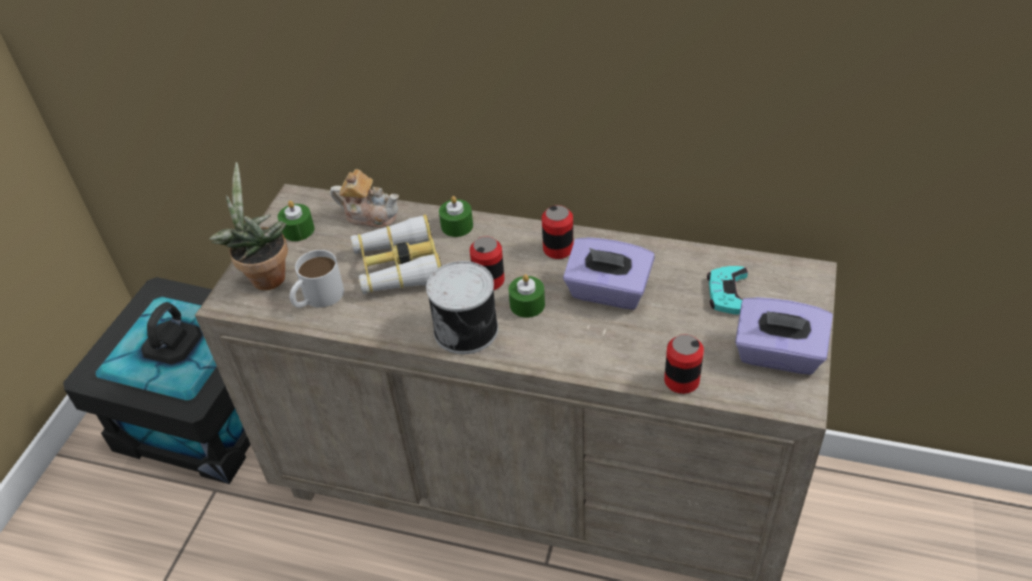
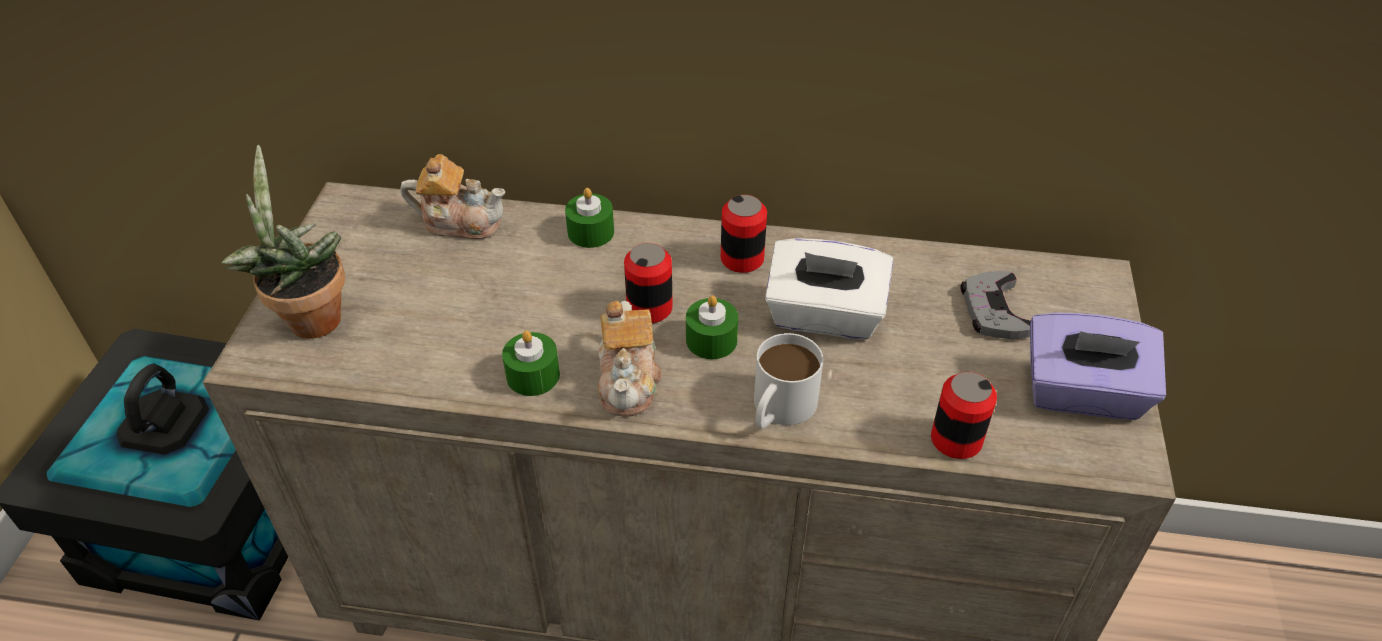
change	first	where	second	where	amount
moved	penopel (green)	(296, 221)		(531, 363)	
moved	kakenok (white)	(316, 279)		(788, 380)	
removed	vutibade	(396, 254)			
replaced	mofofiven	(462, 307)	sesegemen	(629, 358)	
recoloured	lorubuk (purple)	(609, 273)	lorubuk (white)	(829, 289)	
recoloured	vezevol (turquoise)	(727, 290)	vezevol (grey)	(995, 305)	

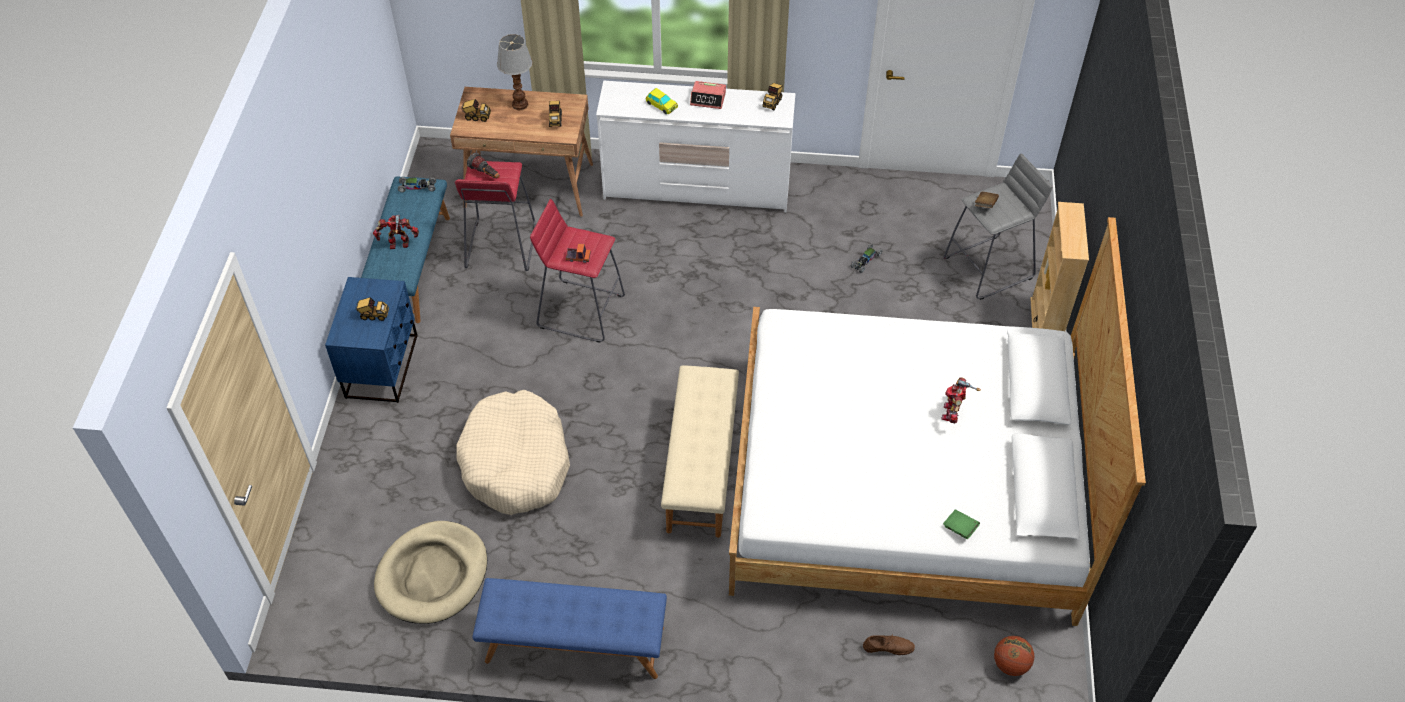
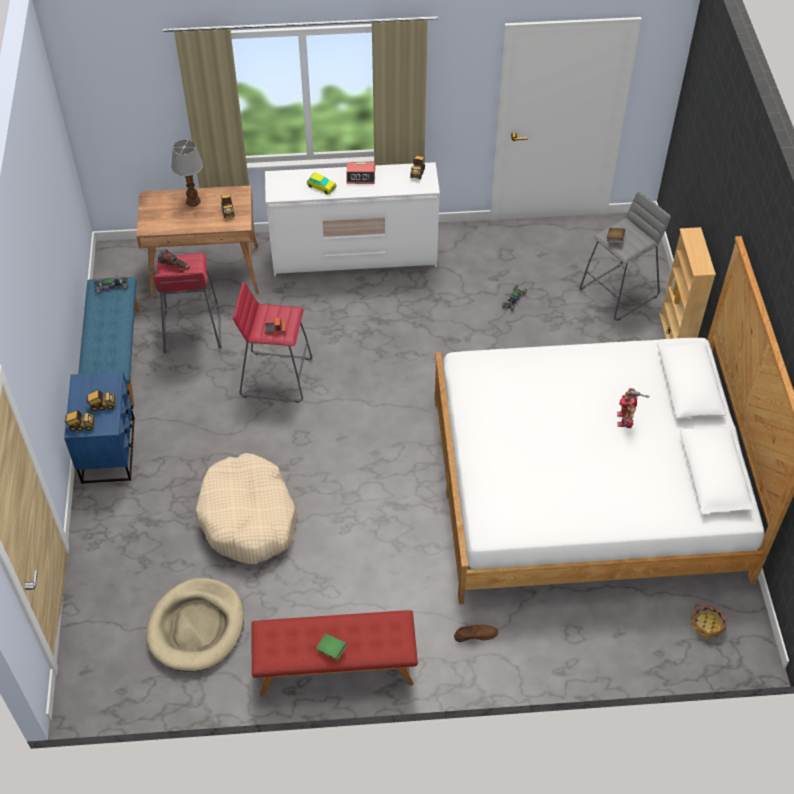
change	first	where	second	where	amount
removed	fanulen	(396, 232)			
moved	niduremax	(476, 110)		(80, 420)	
recoloured	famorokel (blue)	(569, 628)	famorokel (red)	(334, 653)	
removed	famorokel (beige)	(700, 451)			
moved	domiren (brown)	(889, 645)		(476, 633)	
moved	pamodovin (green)	(961, 524)		(331, 647)	
replaced	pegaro	(1014, 656)	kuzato	(709, 622)	

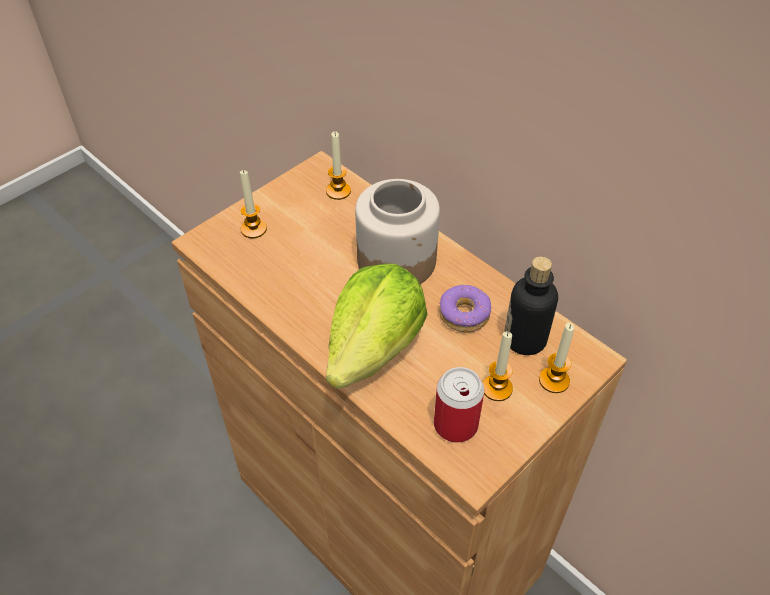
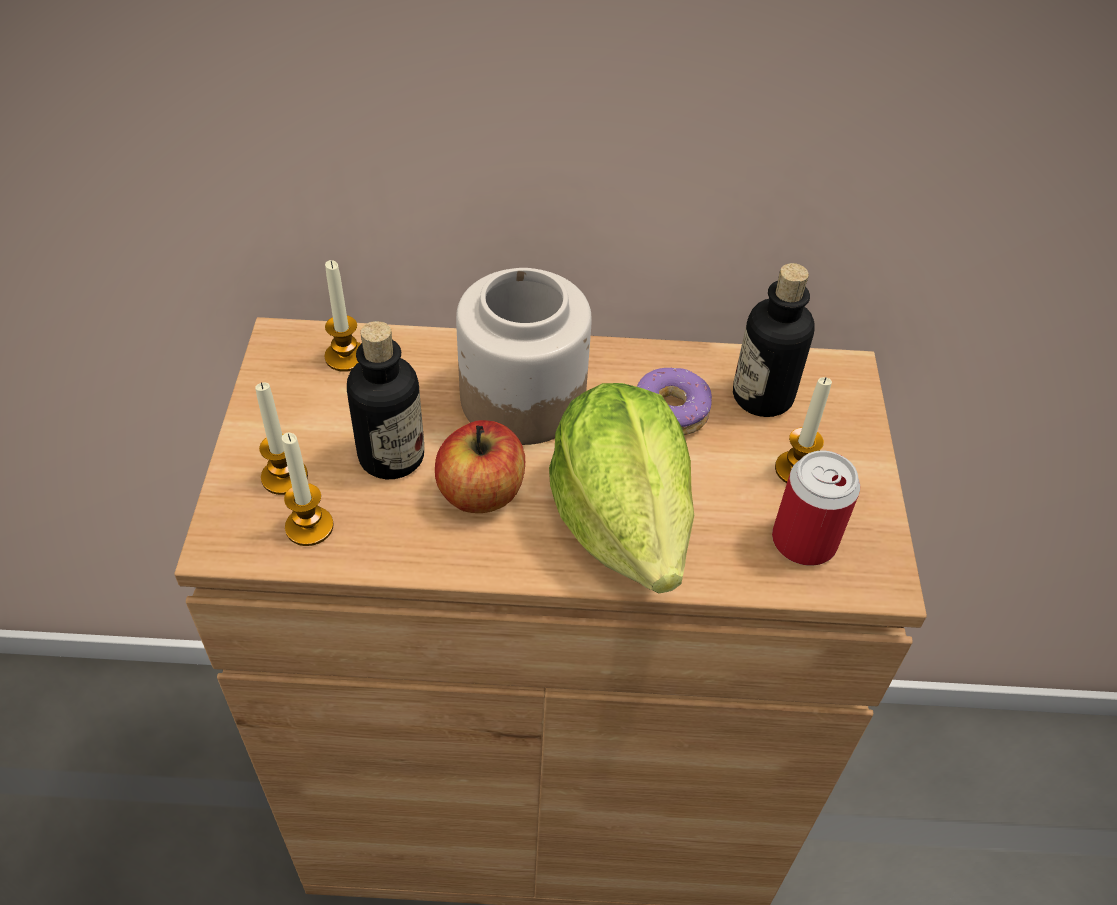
change	first	where	second	where	amount
moved	penopel	(556, 358)		(307, 489)	
added			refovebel	(385, 400)	
added			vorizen	(480, 466)	

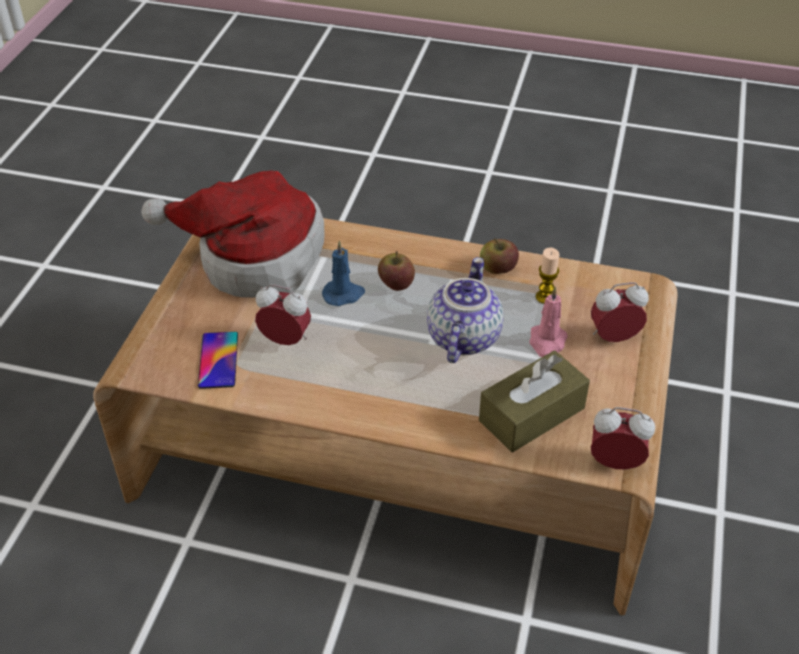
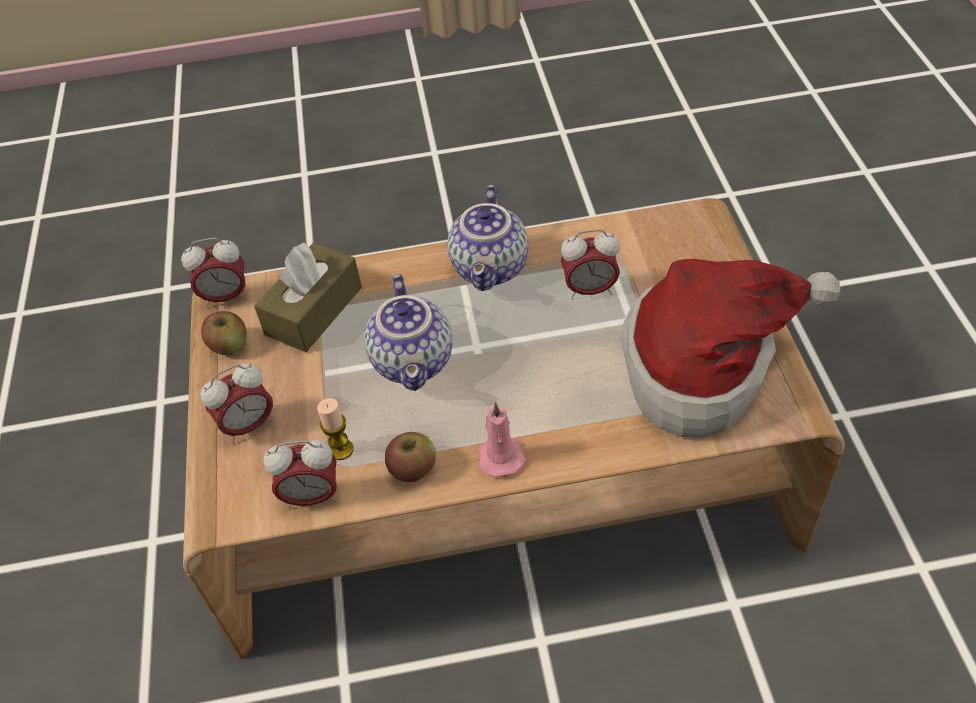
change	first	where	second	where	amount
removed	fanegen	(218, 360)			
removed	penopel (blue)	(343, 273)			
moved	vorizen	(396, 271)		(224, 333)	
moved	penopel (pink)	(549, 321)		(502, 440)	
added			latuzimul	(300, 474)	
added			sesegemen	(488, 238)	

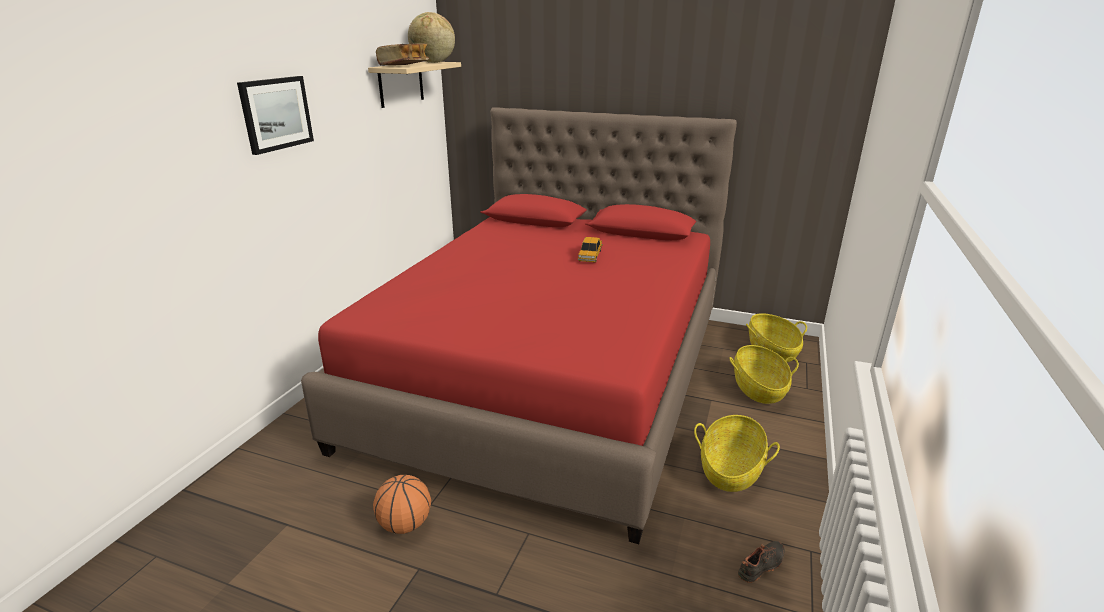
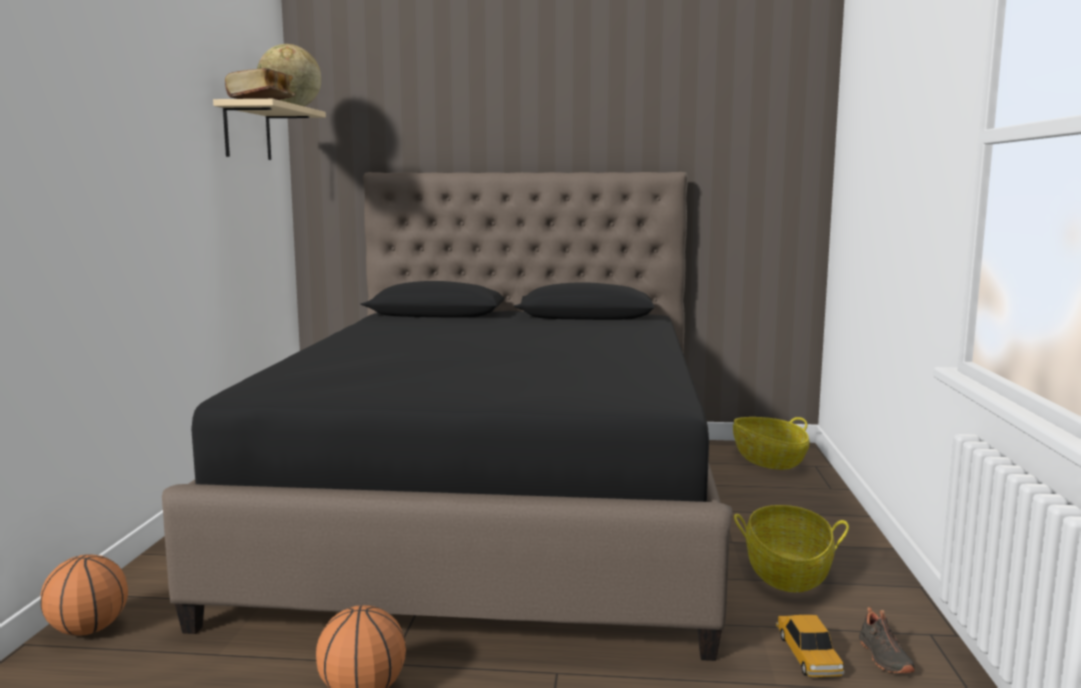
change	first	where	second	where	amount
removed	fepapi	(275, 115)			
recoloured	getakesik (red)	(519, 325)	getakesik (black)	(447, 416)	
moved	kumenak	(590, 250)		(810, 646)	
removed	kuzato	(764, 374)			
turned	domiren (black)	(761, 562)		(887, 640)	135 degrees clockwise
added			pegaro	(84, 595)	

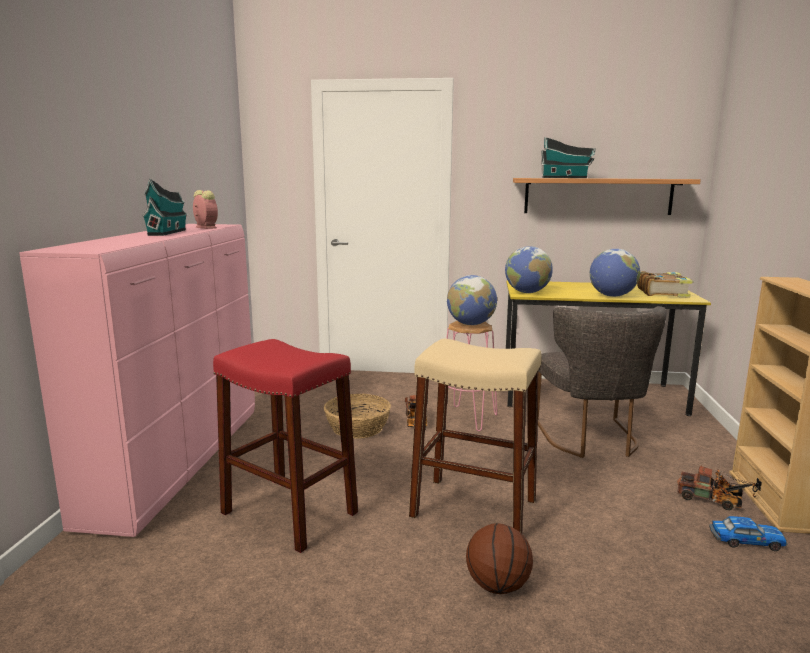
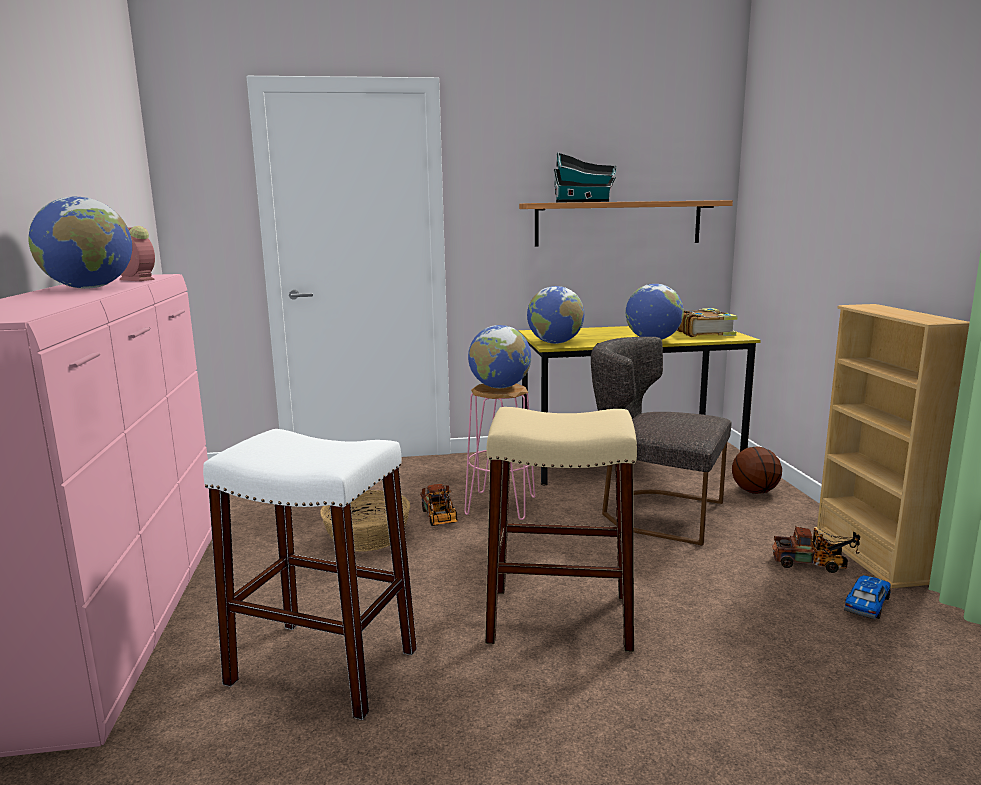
change	first	where	second	where	amount
replaced	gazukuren	(165, 207)	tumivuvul	(80, 243)	
recoloured	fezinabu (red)	(285, 446)	fezinabu (white)	(310, 574)	
moved	pegaro	(499, 558)		(757, 470)	
turned	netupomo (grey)	(601, 382)		(661, 441)	135 degrees clockwise
turned	kumenak	(748, 533)		(867, 597)	45 degrees counterclockwise

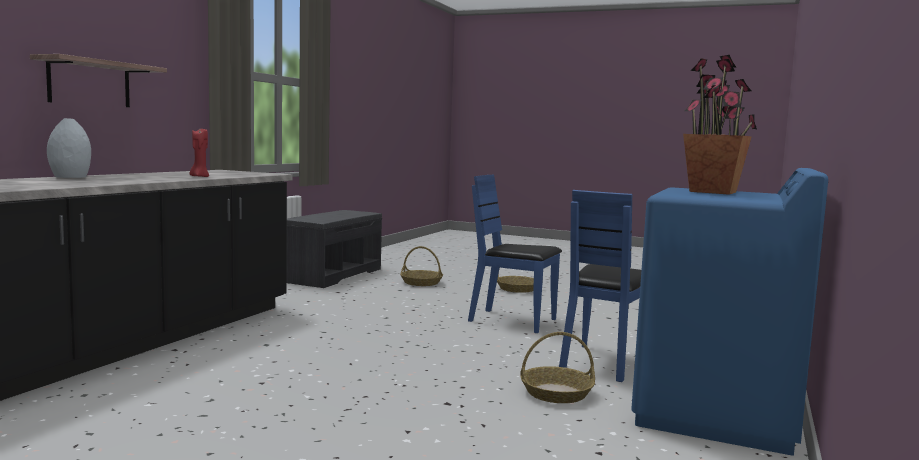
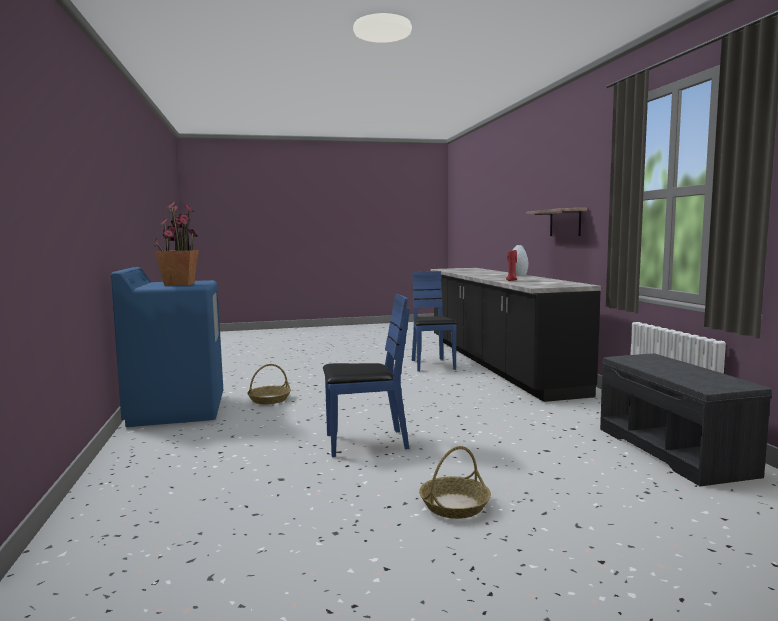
change	first	where	second	where	amount
removed	kuzato	(421, 266)			
moved	netupomo (blue)	(600, 286)		(435, 321)	

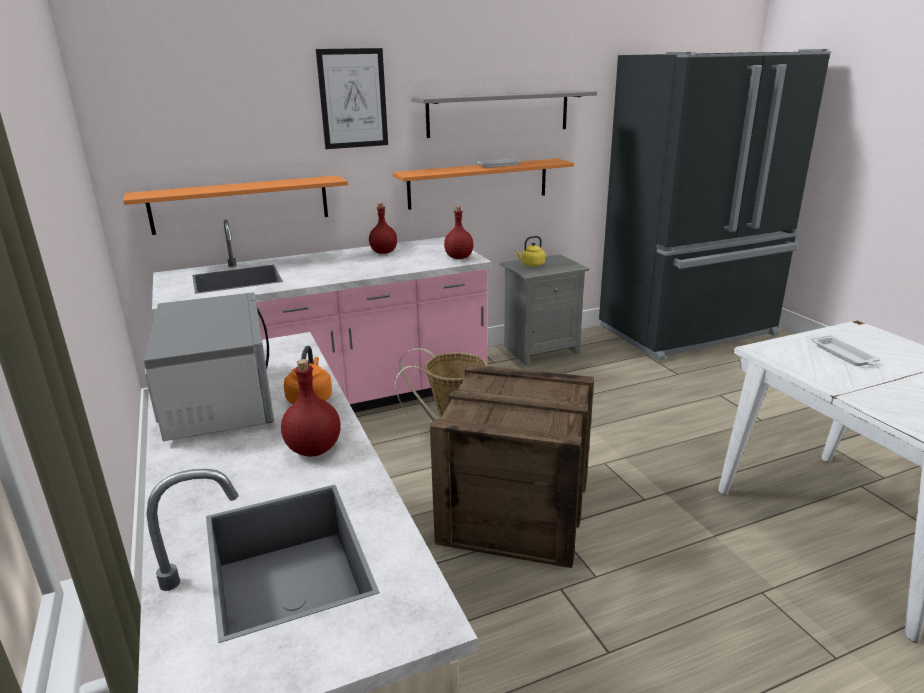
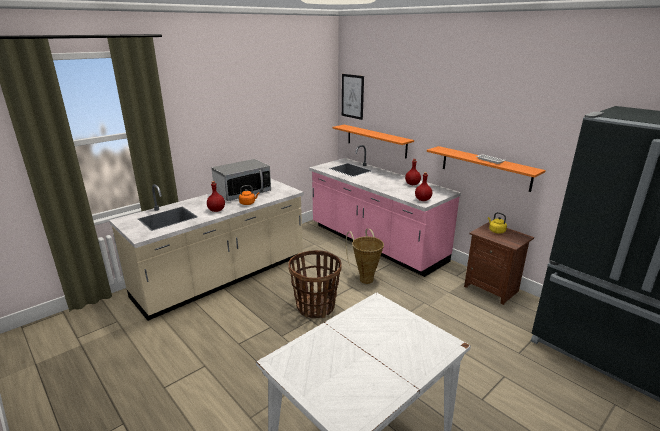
change	first	where	second	where	amount
moved	fepapi	(352, 98)		(353, 97)	
removed	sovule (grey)	(504, 114)			
replaced	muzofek	(512, 466)	kuzato	(315, 284)	
recoloured	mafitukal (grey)	(544, 309)	mafitukal (brown)	(499, 263)	
removed	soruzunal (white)	(845, 350)			

